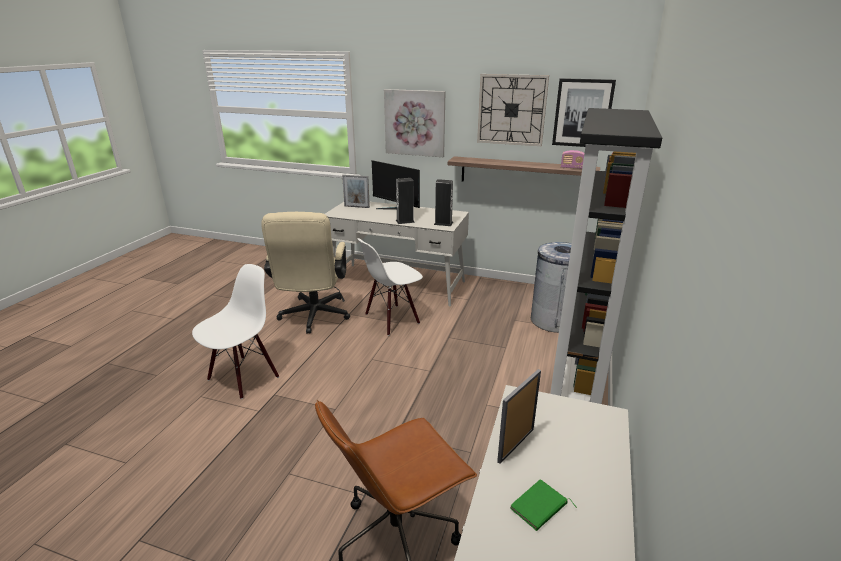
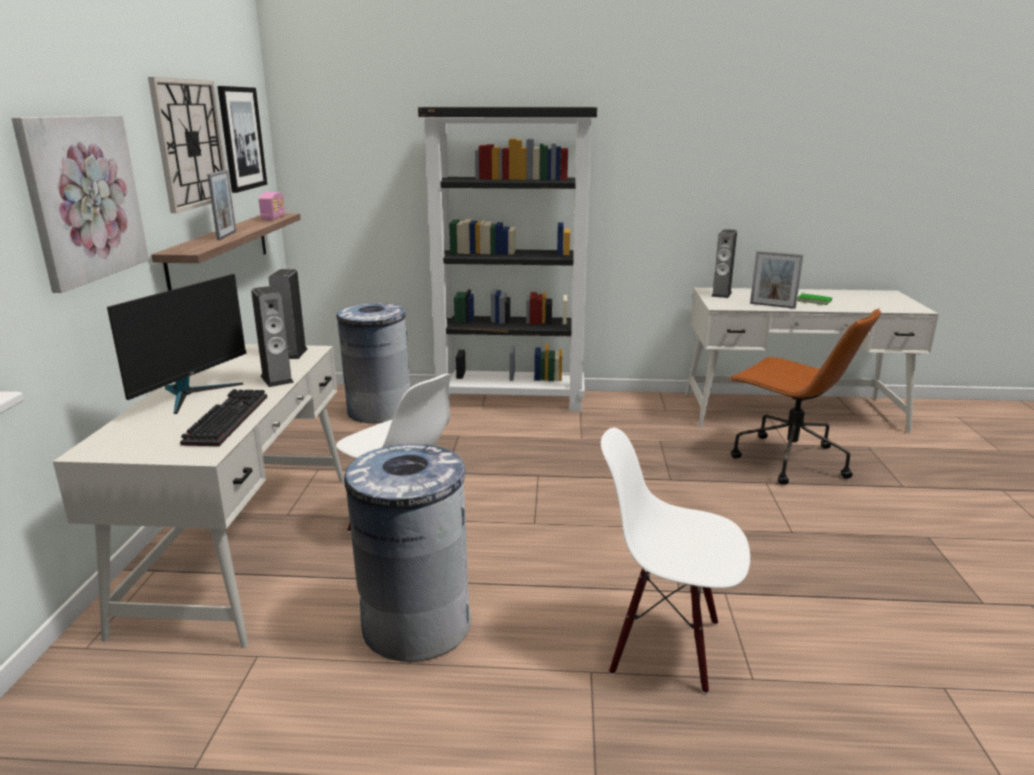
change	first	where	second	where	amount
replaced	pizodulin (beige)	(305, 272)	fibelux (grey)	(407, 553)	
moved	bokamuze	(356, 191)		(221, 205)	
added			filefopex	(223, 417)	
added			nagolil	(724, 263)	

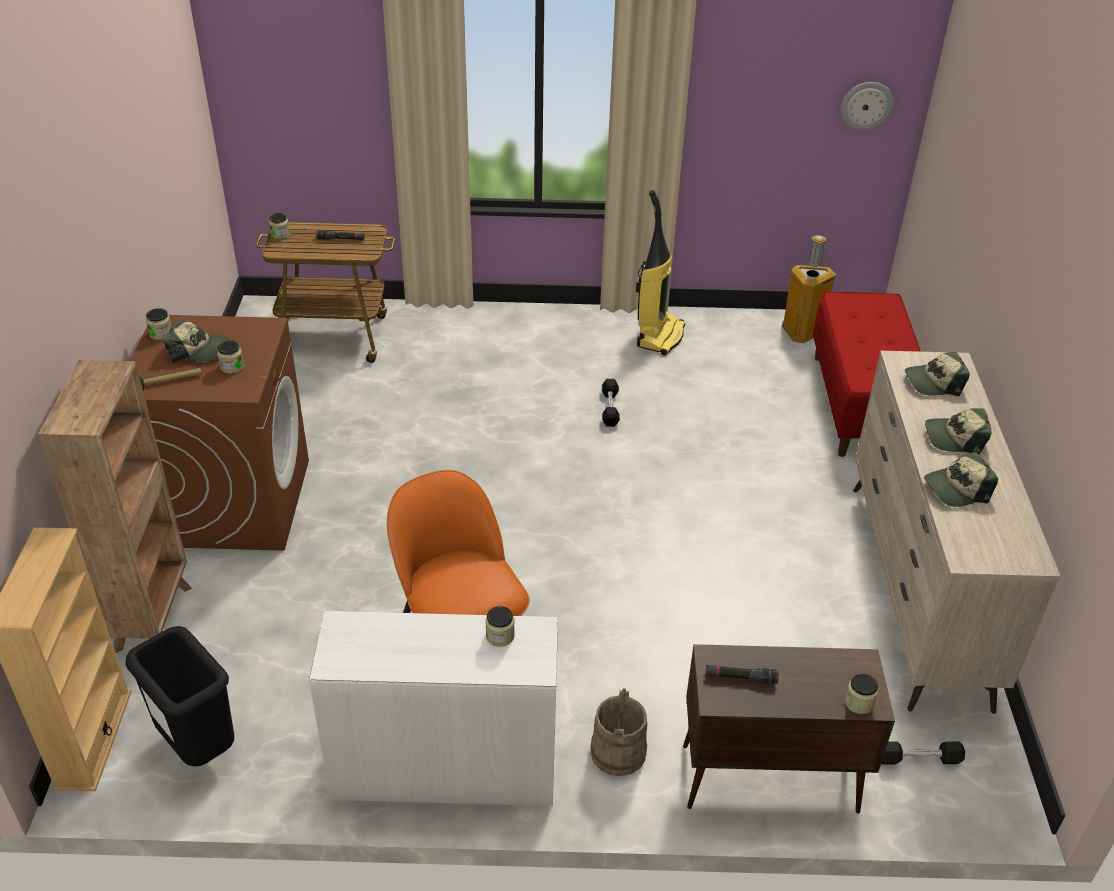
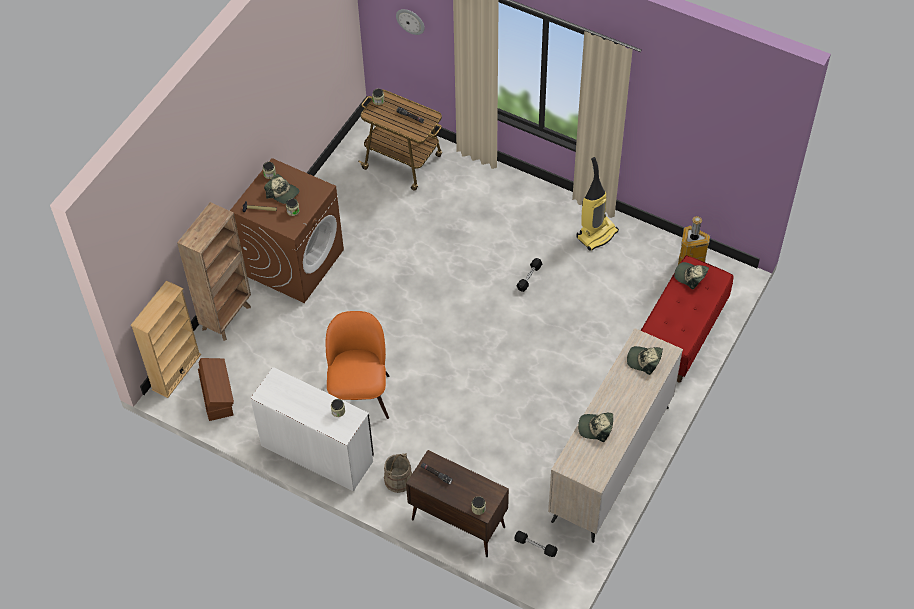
change	first	where	second	where	amount
replaced	fibelux (black)	(179, 696)	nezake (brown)	(216, 389)	
moved	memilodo	(867, 106)		(410, 22)	
moved	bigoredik	(958, 431)		(691, 275)	

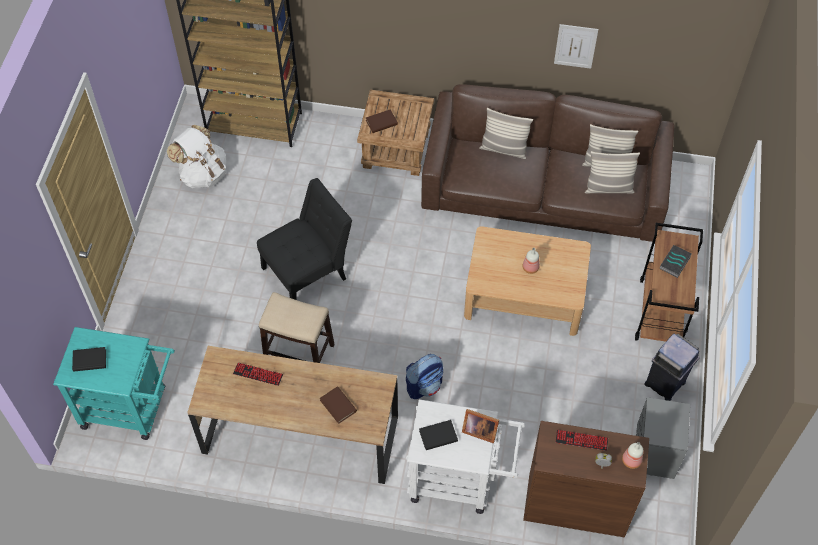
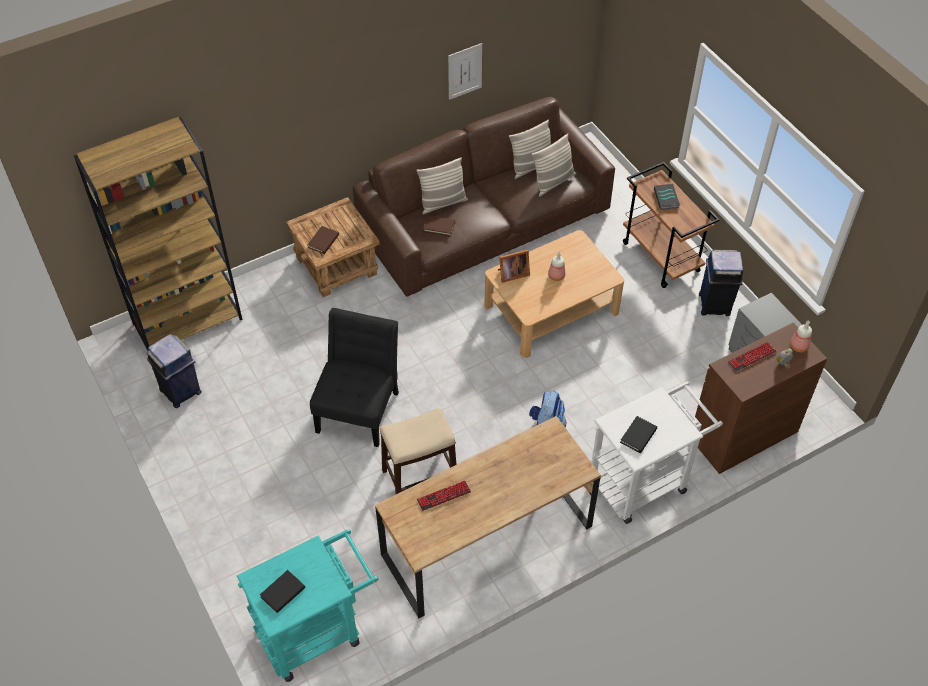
change	first	where	second	where	amount
replaced	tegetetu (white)	(196, 156)	fibelux (blue)	(174, 371)	
moved	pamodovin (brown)	(338, 405)		(439, 226)	
moved	bokamuze	(480, 426)		(514, 266)	

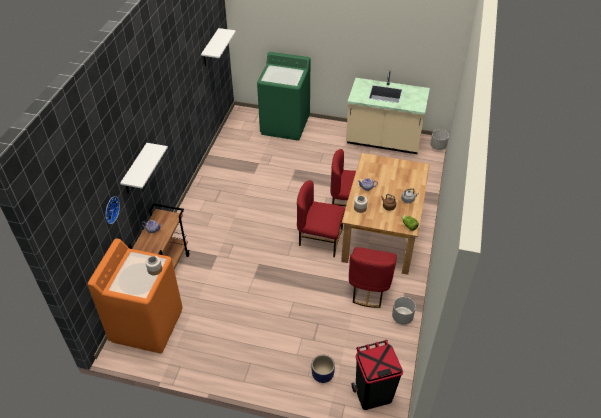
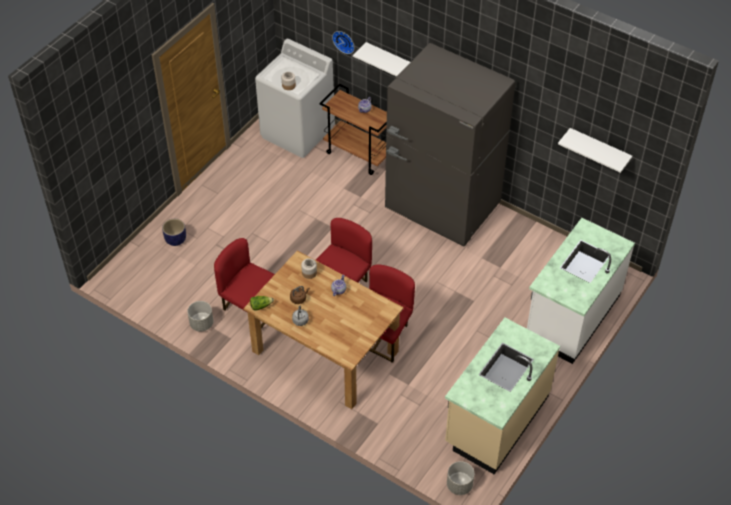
change	first	where	second	where	amount
recoloured	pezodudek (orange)	(135, 296)	pezodudek (white)	(295, 98)	
replaced	pezodudek (green)	(283, 96)	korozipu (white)	(581, 291)	
removed	fibelux (black)	(377, 375)			
added			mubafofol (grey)	(450, 145)	

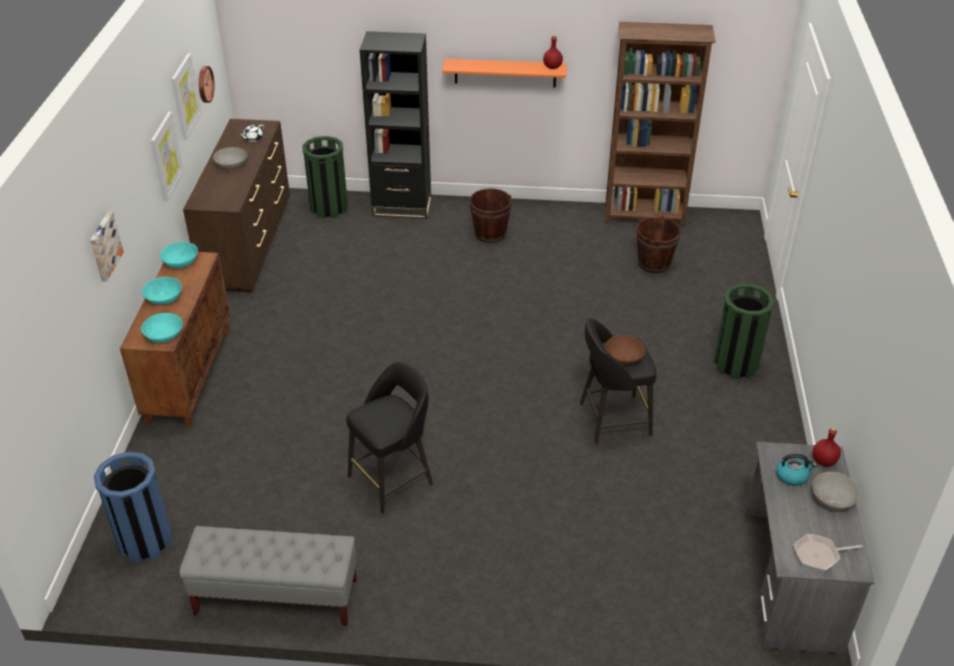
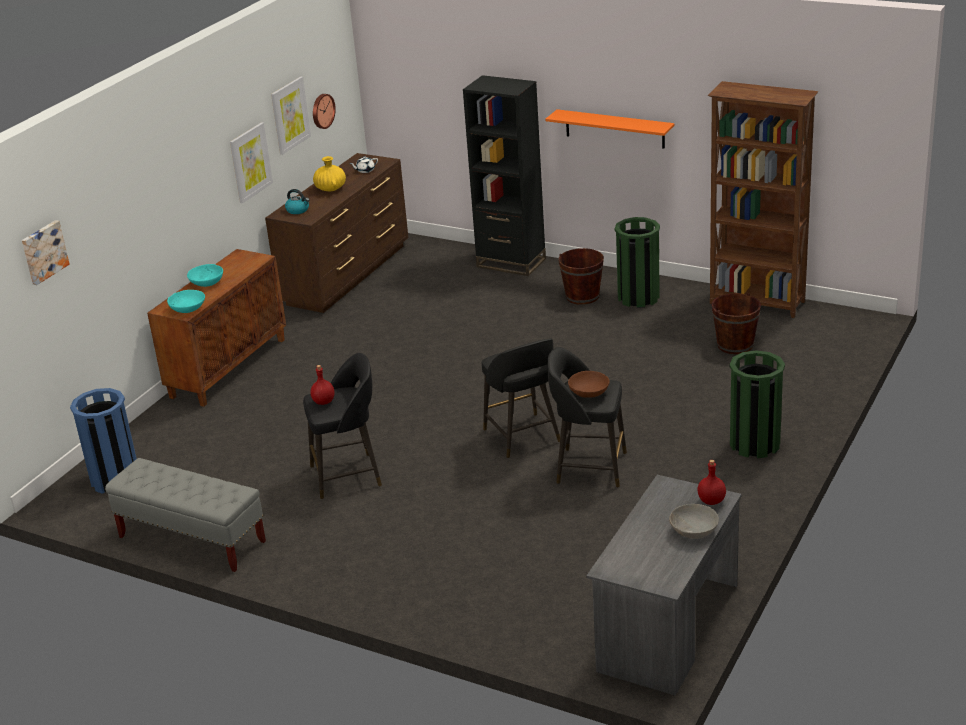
change	first	where	second	where	amount
moved	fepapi	(107, 246)		(46, 252)	
removed	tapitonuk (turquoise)	(179, 255)			
replaced	tapitonuk (grey)	(230, 158)	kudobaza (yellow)	(329, 173)	
moved	fibelux (green)	(325, 177)		(637, 262)	
moved	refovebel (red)	(553, 52)		(322, 385)	
moved	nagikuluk	(796, 469)		(297, 201)	
removed	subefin	(828, 553)			
added			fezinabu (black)	(521, 398)	

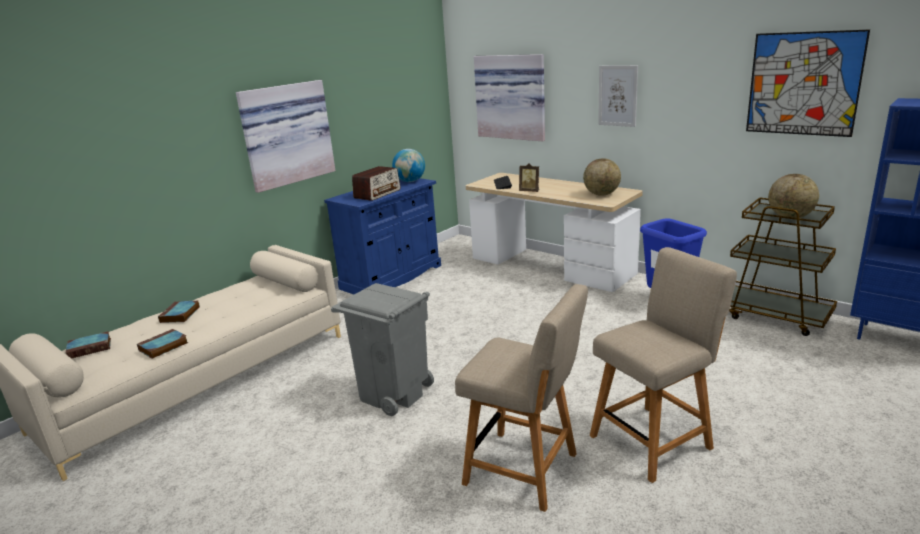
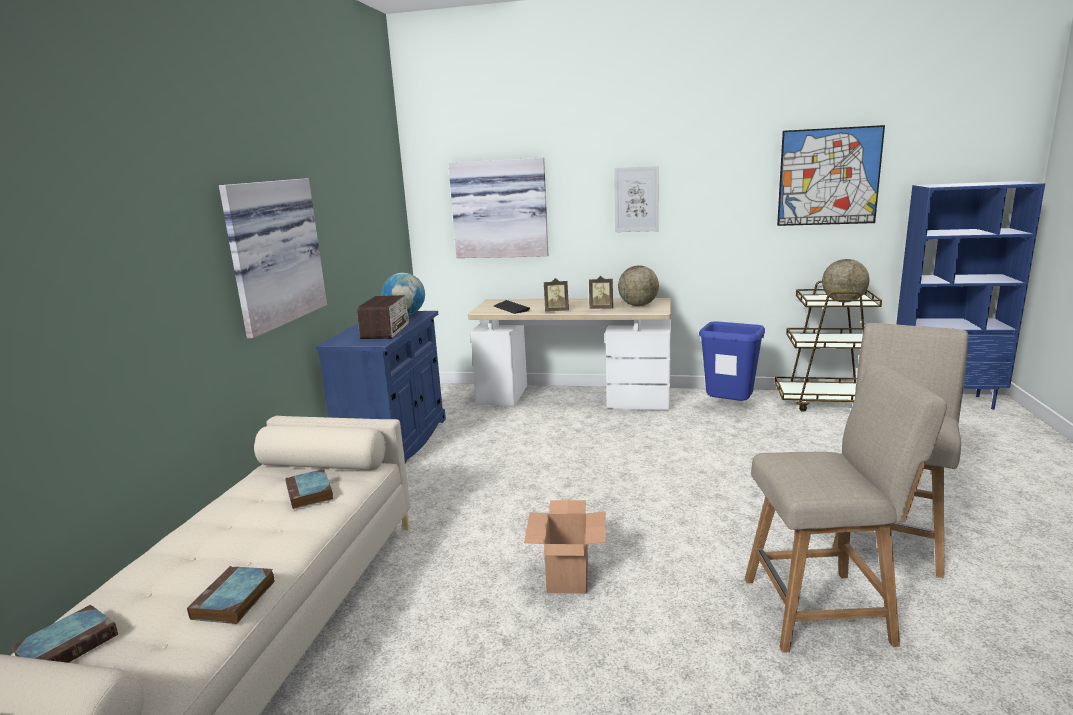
change	first	where	second	where	amount
moved	pamodovin	(179, 312)		(309, 489)	
replaced	fibelux (grey)	(382, 349)	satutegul	(565, 547)	
added			bokamuze	(601, 292)	

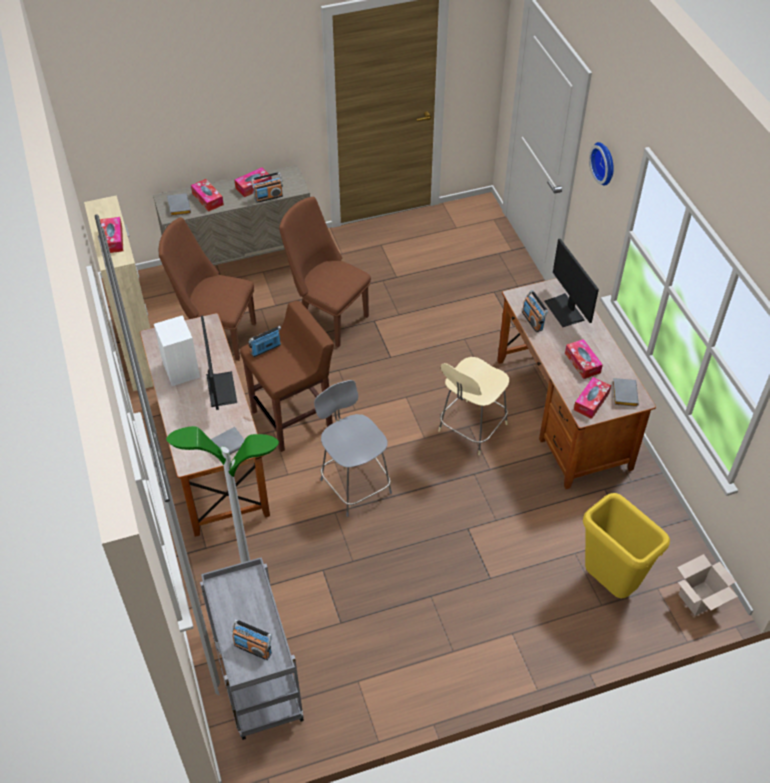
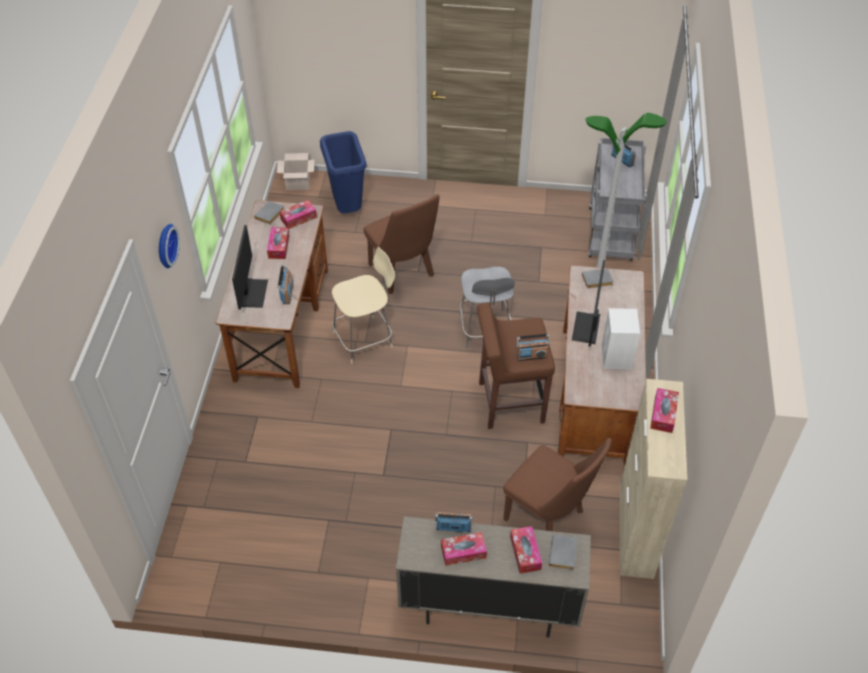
change	first	where	second	where	amount
moved	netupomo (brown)	(325, 272)		(401, 244)	
recoloured	fibelux (yellow)	(626, 545)	fibelux (blue)	(343, 172)	

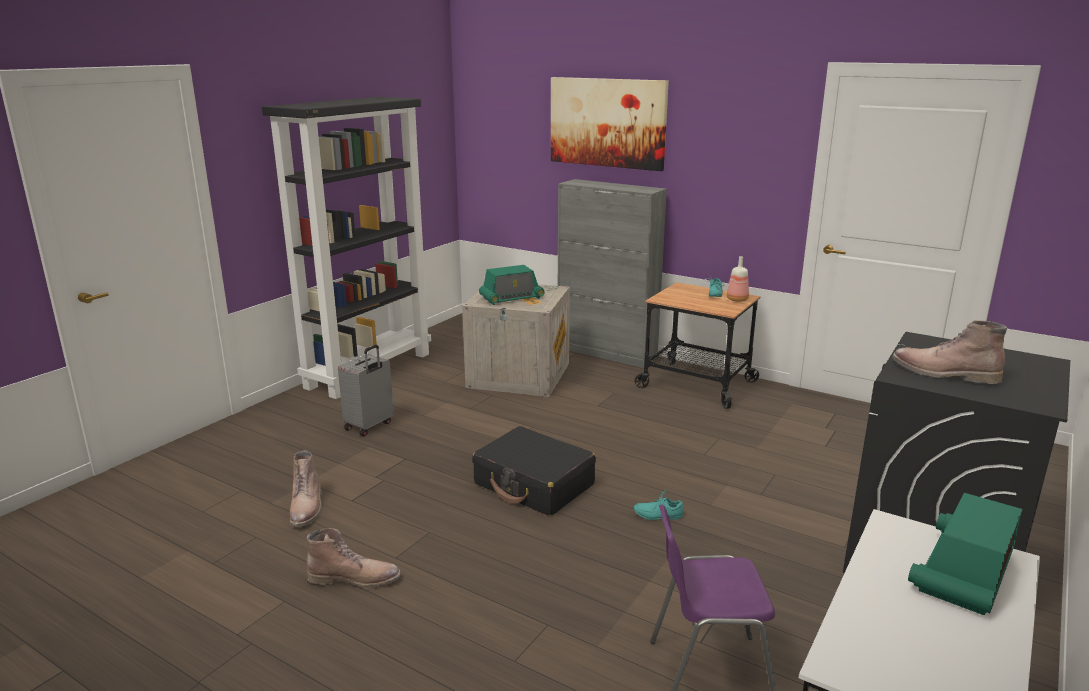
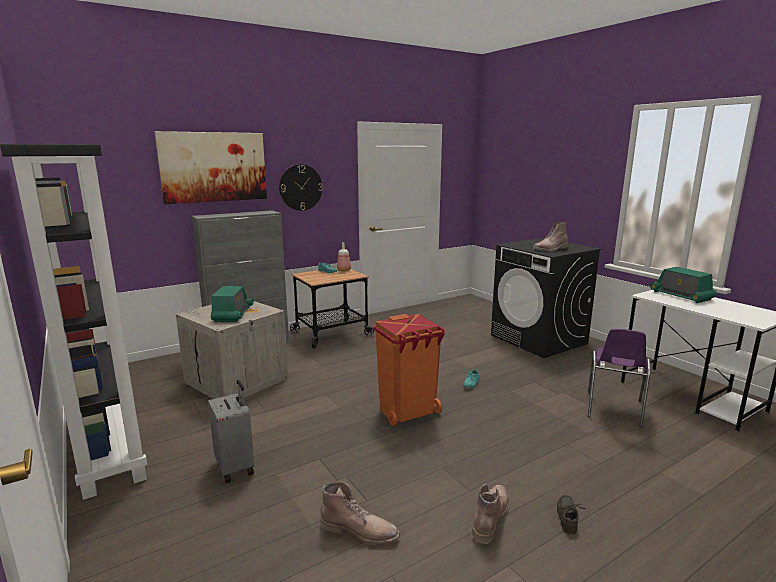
change	first	where	second	where	amount
replaced	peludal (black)	(534, 471)	fibelux (orange)	(409, 370)	
added			memilodo	(301, 187)	
added			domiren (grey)	(571, 514)	

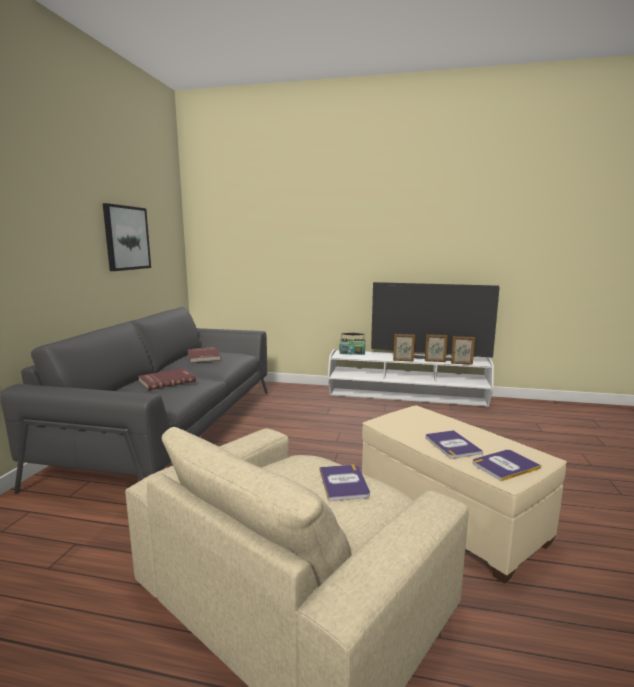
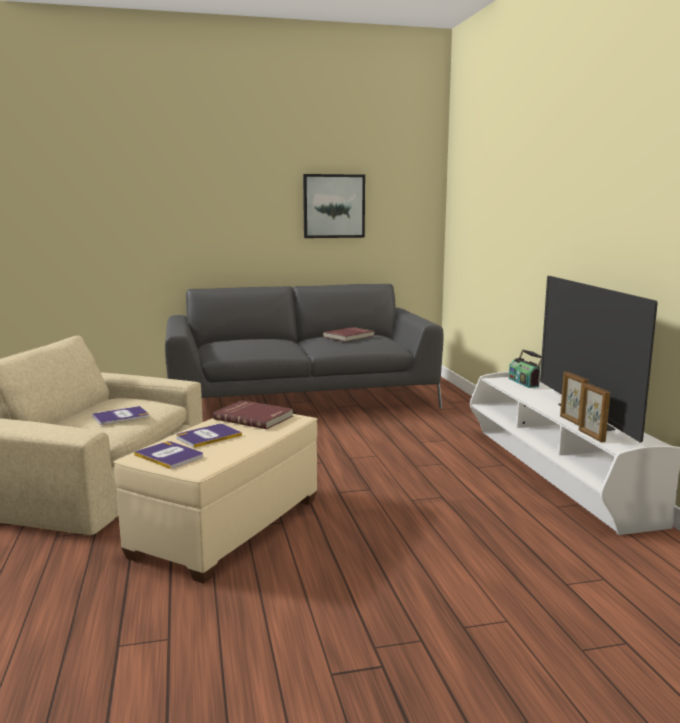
change	first	where	second	where	amount
moved	pamodovin (red)	(167, 379)		(253, 414)	
removed	bokamuze	(404, 348)			

